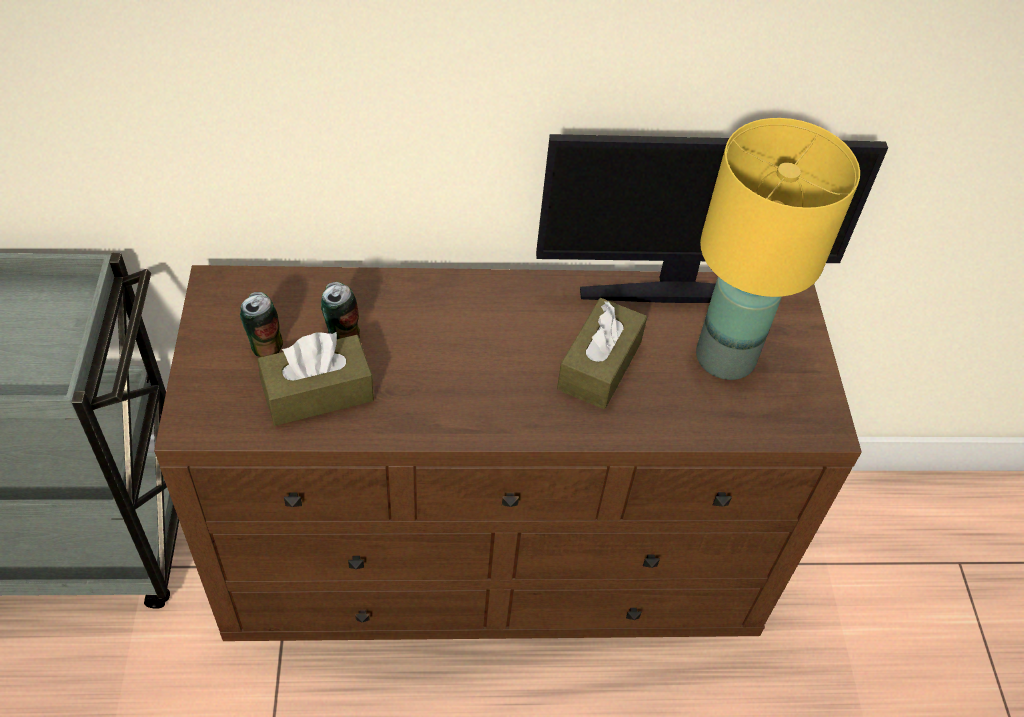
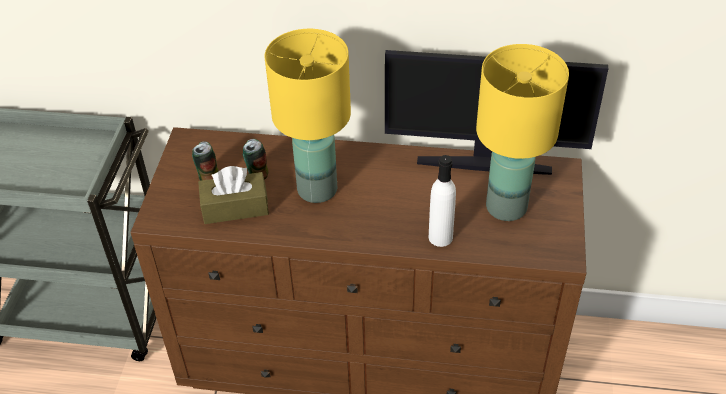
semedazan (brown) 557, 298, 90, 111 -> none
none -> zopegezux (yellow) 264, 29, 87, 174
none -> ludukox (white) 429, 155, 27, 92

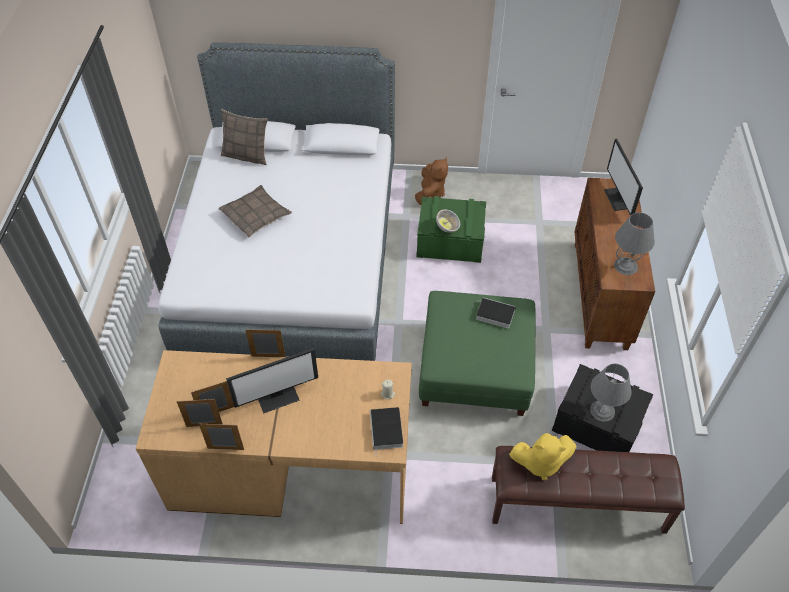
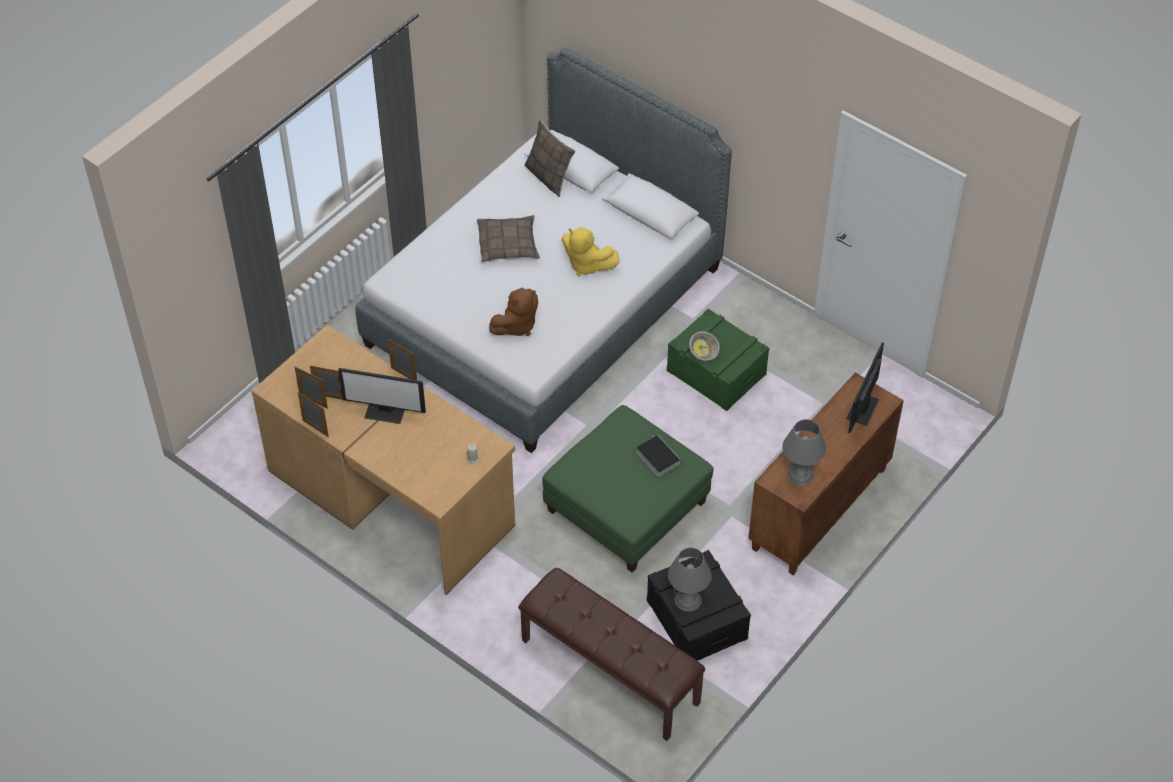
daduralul 370, 407, 33, 49 -> none
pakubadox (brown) 415, 157, 33, 48 -> pakubadox (brown) 489, 288, 49, 48, relocated
pakubadox (yellow) 509, 433, 68, 47 -> pakubadox (yellow) 562, 227, 57, 49, relocated

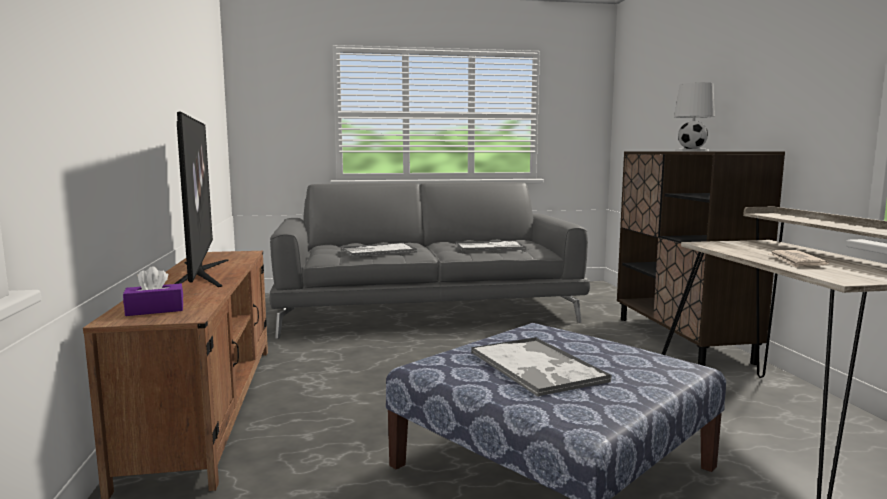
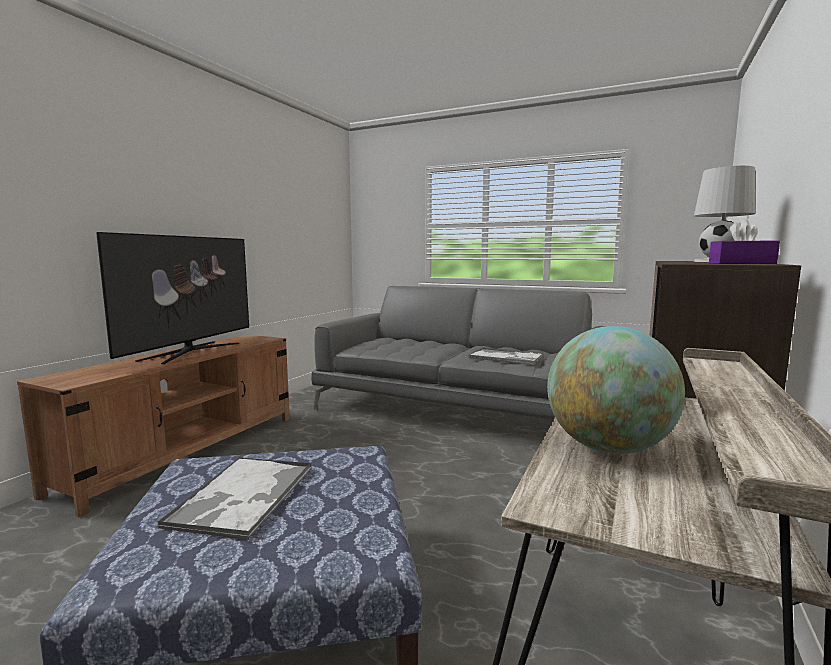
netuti 341, 243, 76, 14 -> none
semedazan (purple) 123, 266, 60, 50 -> semedazan (purple) 709, 219, 71, 45, relocated
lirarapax 768, 250, 61, 17 -> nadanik 547, 326, 138, 128

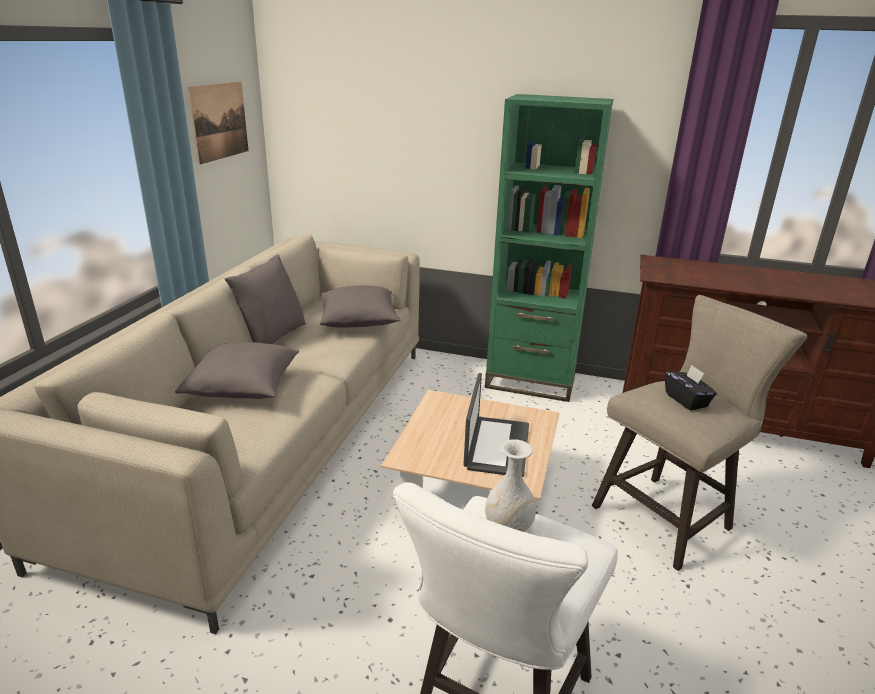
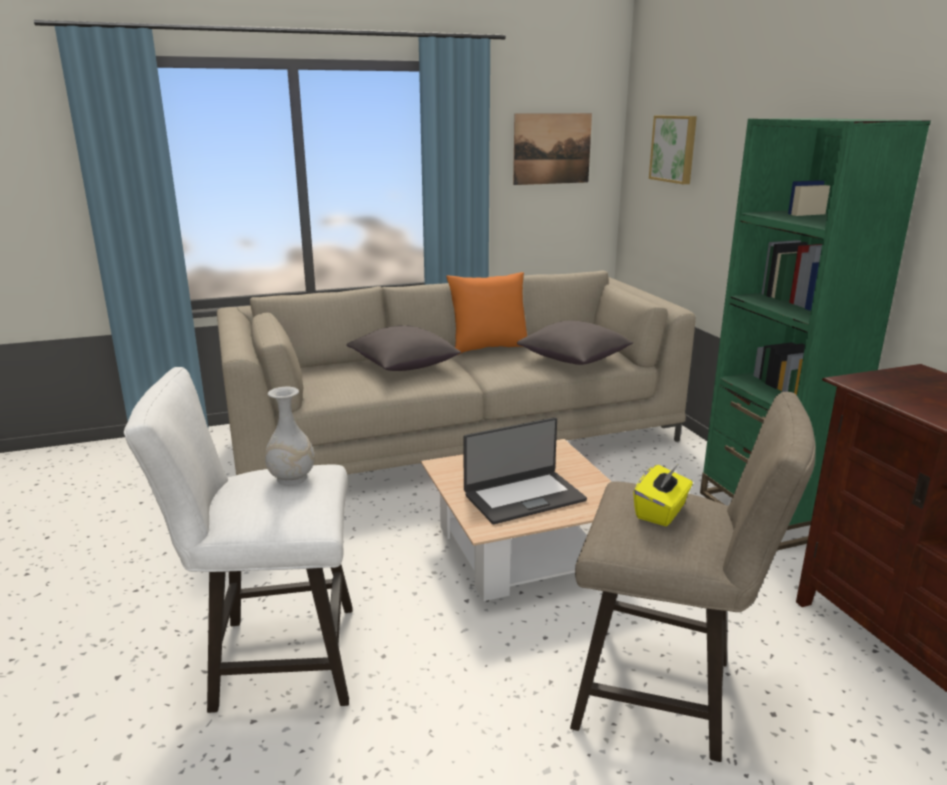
none -> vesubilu 649, 116, 48, 68
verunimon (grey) 225, 254, 81, 90 -> verunimon (orange) 446, 272, 81, 83
semedazan (black) 665, 365, 52, 45 -> semedazan (yellow) 633, 465, 60, 61

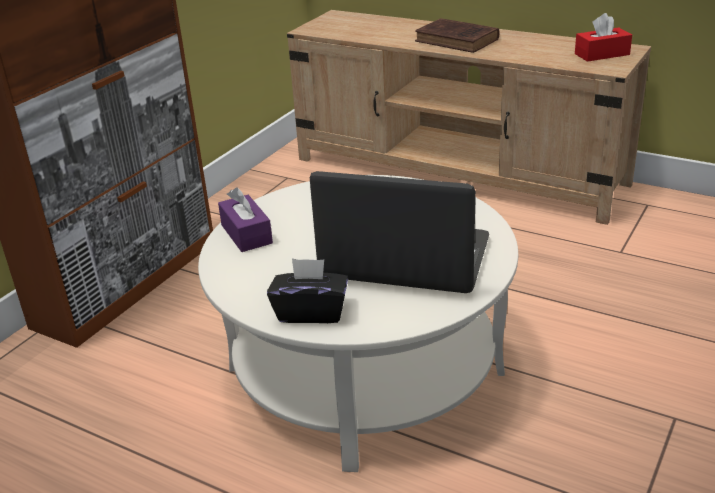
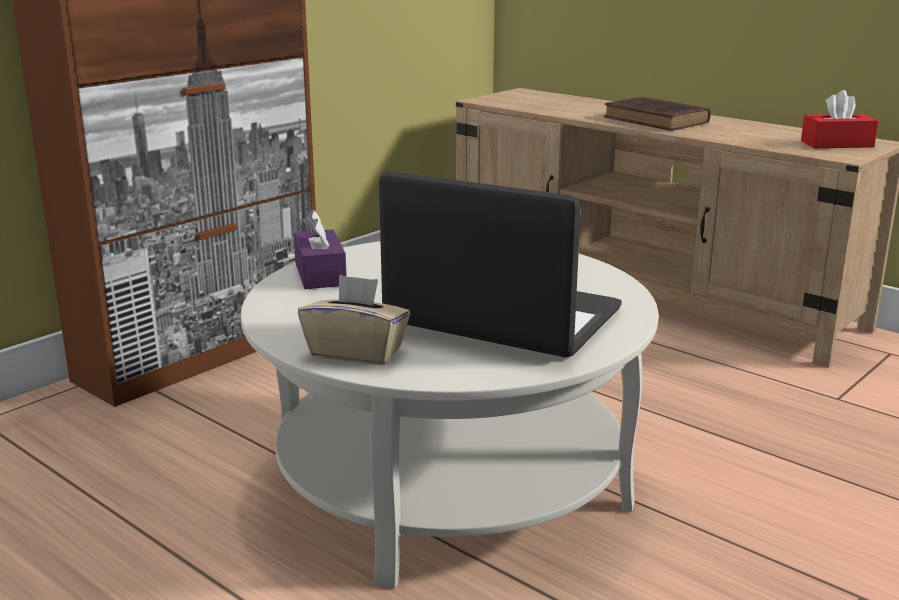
semedazan (black) 267, 258, 81, 65 -> semedazan (beige) 298, 274, 113, 91

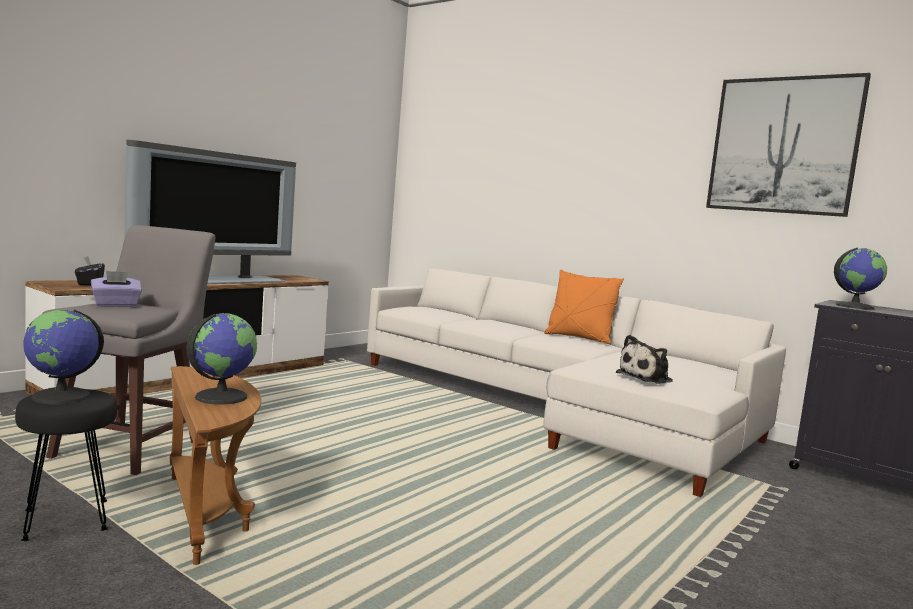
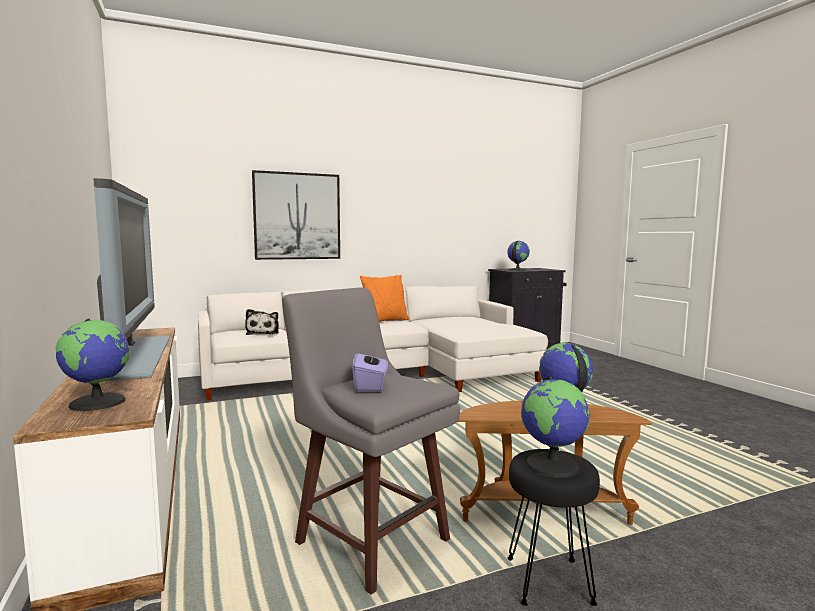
pakubadox 616, 335, 57, 49 -> pakubadox 245, 309, 34, 26, relocated
vesubilu 706, 73, 165, 144 -> vesubilu 252, 170, 88, 90, relocated
semedazan (black) 75, 256, 30, 29 -> nadanik 56, 319, 74, 92

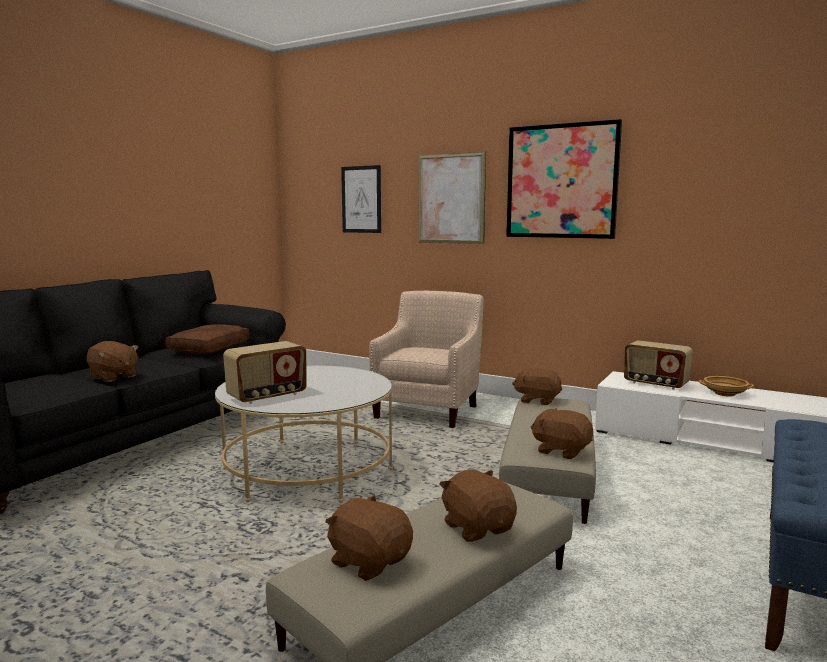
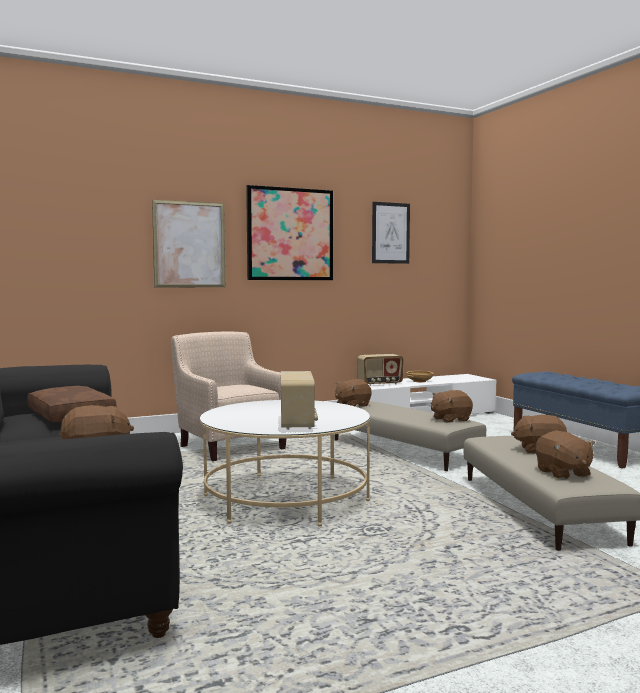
vesubilu 341, 165, 40, 68 -> vesubilu 372, 202, 38, 62, relocated
pakubadox (brown) 325, 495, 88, 86 -> pakubadox (brown) 535, 430, 60, 49, 90 degrees counterclockwise

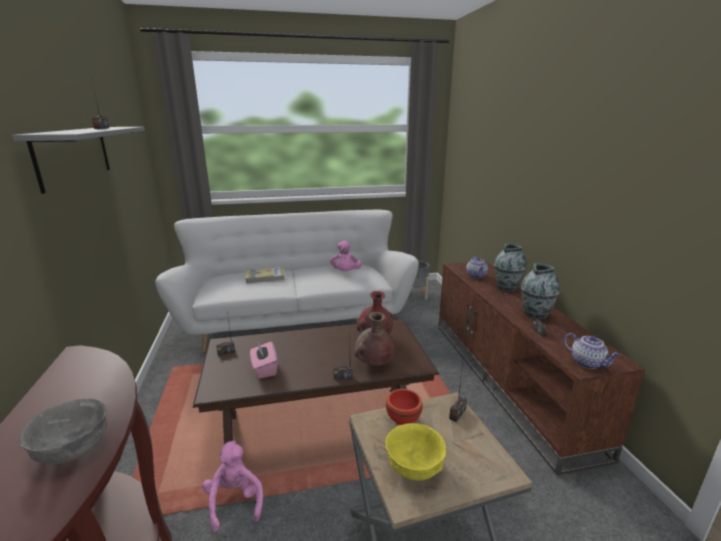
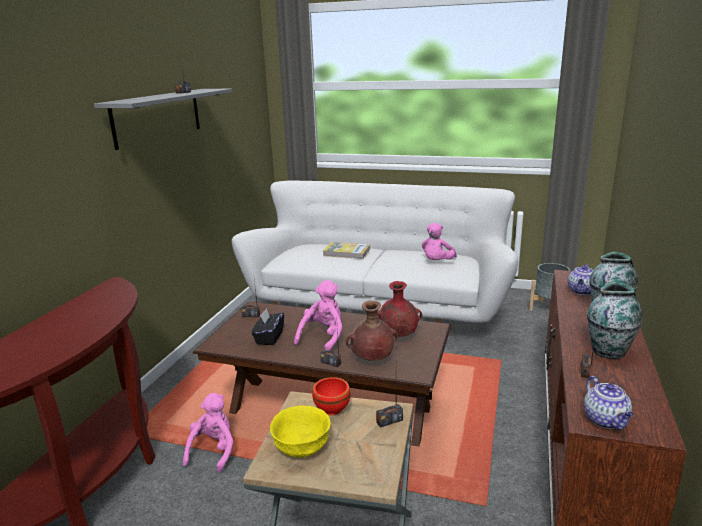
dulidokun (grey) 19, 399, 88, 65 -> none
none -> pakubadox (pink) 294, 280, 49, 71
semedazan (pink) 250, 342, 27, 37 -> semedazan (black) 251, 308, 33, 37

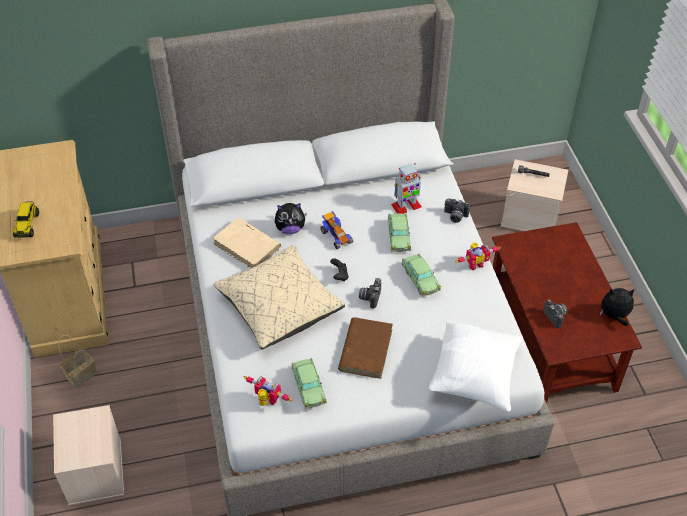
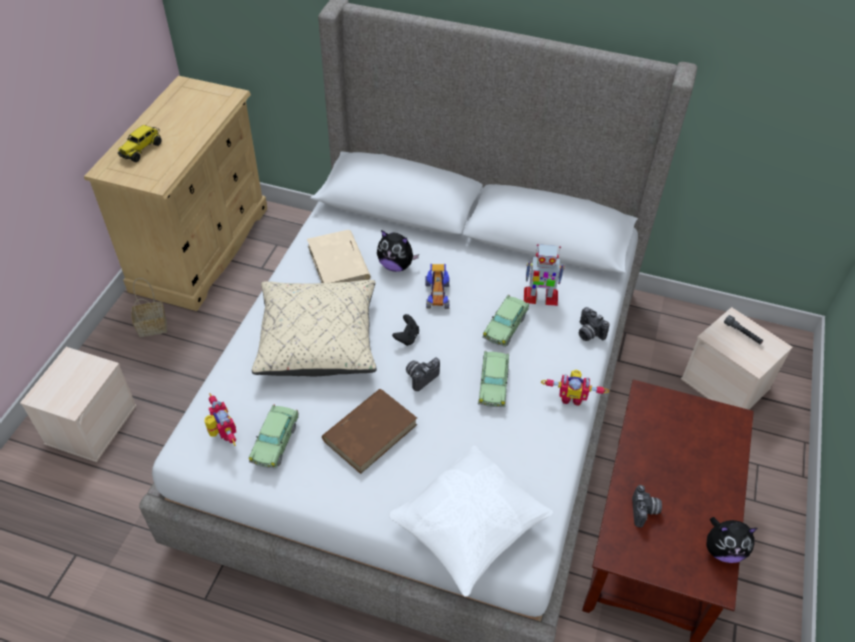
pakubadox 600, 288, 34, 38 -> pakubadox 706, 517, 52, 46, 150 degrees clockwise

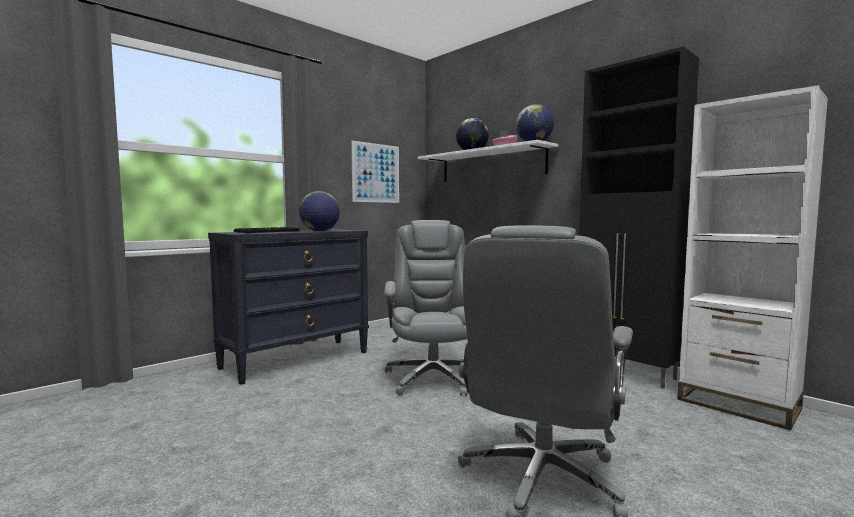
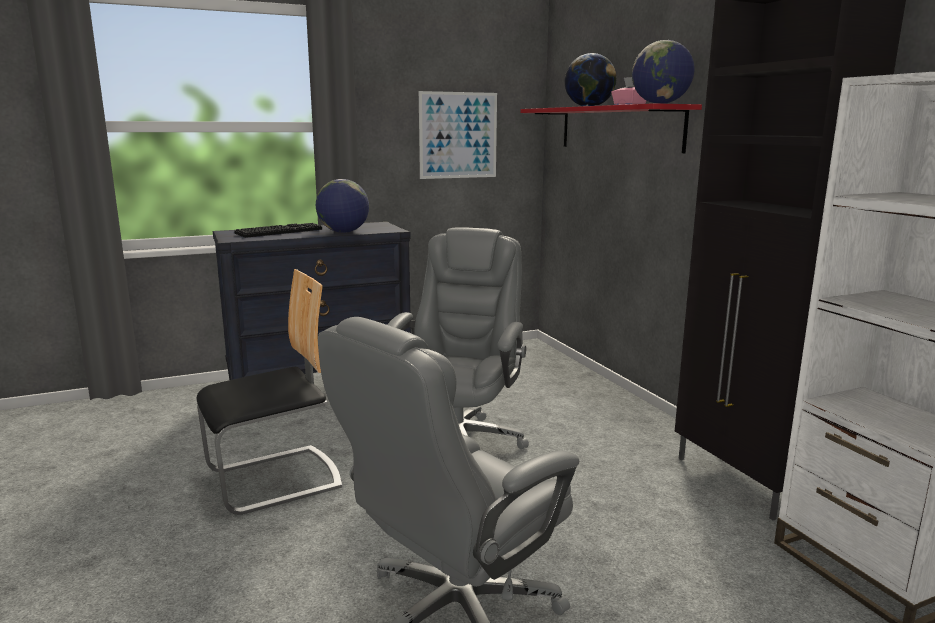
none -> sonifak 196, 269, 146, 246
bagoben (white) 418, 140, 140, 42 -> bagoben (red) 520, 103, 182, 50

